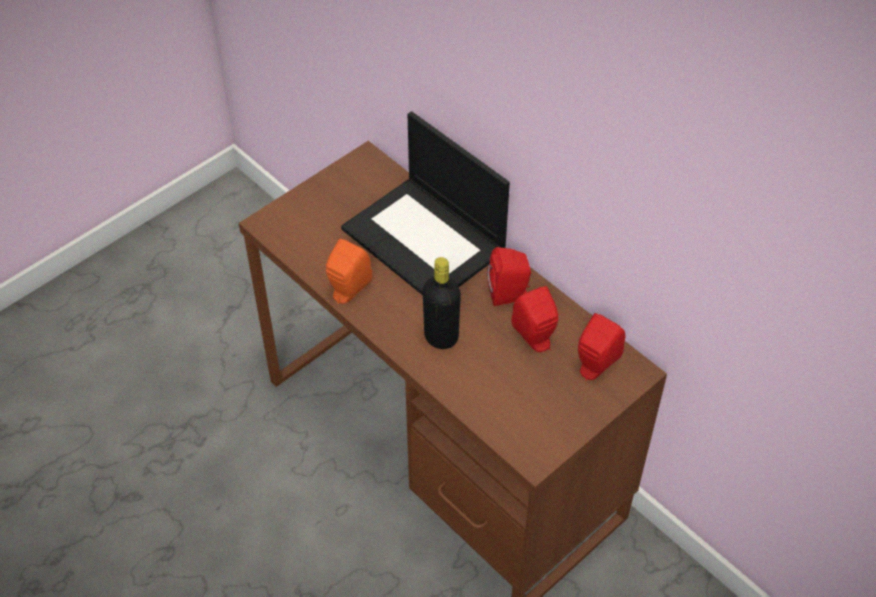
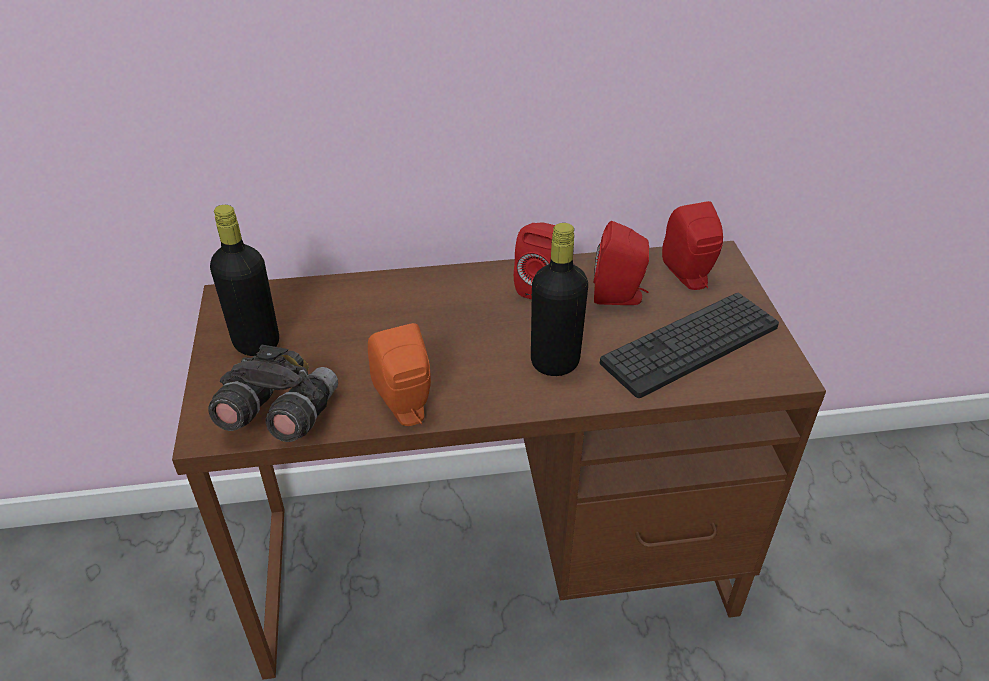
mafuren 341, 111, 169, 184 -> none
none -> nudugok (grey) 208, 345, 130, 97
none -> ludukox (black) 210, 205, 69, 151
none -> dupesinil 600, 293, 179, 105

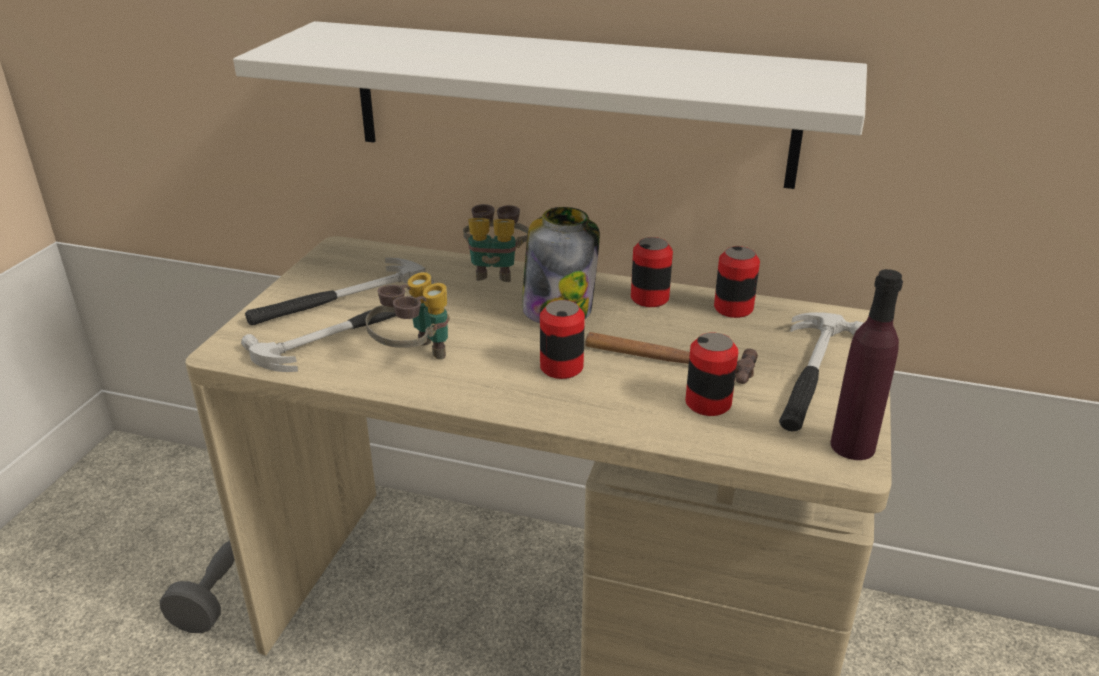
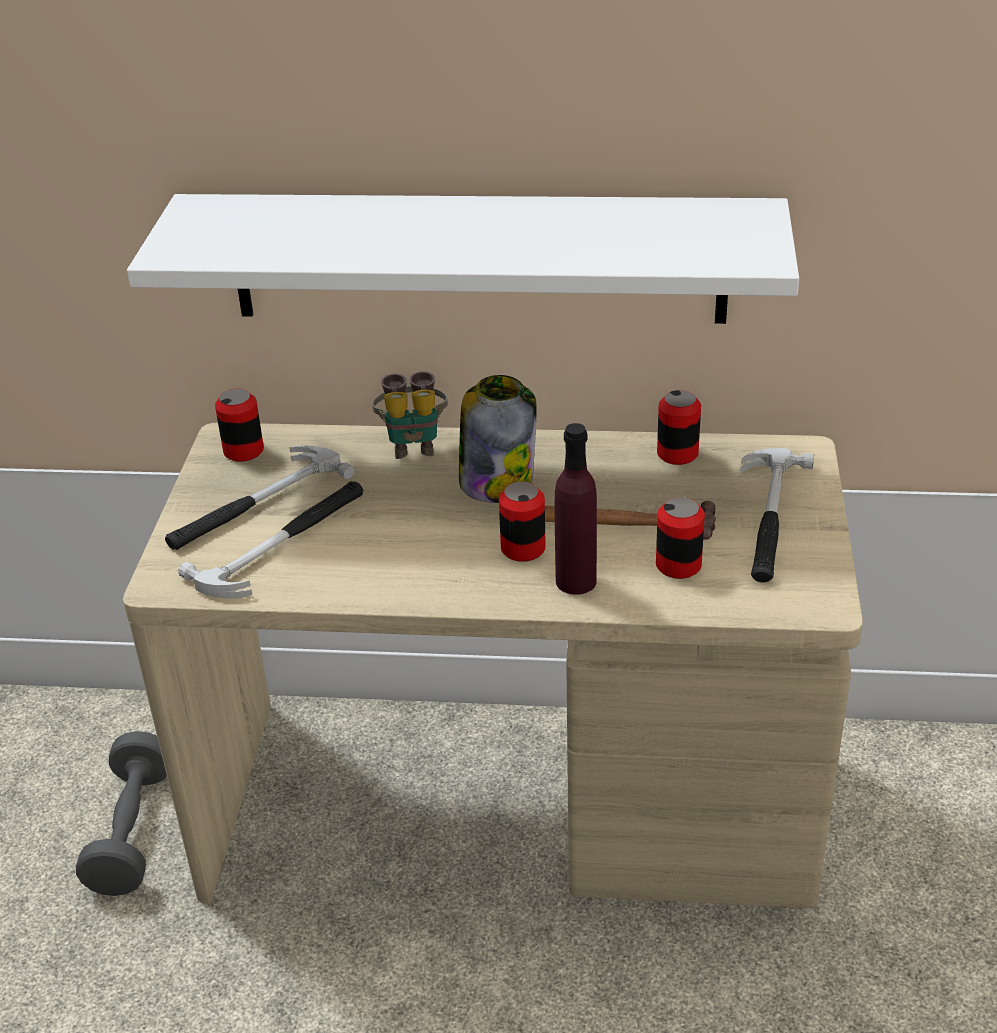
nudugok 366, 272, 83, 88 -> none
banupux 631, 237, 42, 70 -> banupux 215, 389, 49, 73, relocated
ludukox (purple) 830, 269, 73, 191 -> ludukox (purple) 555, 423, 42, 172, relocated

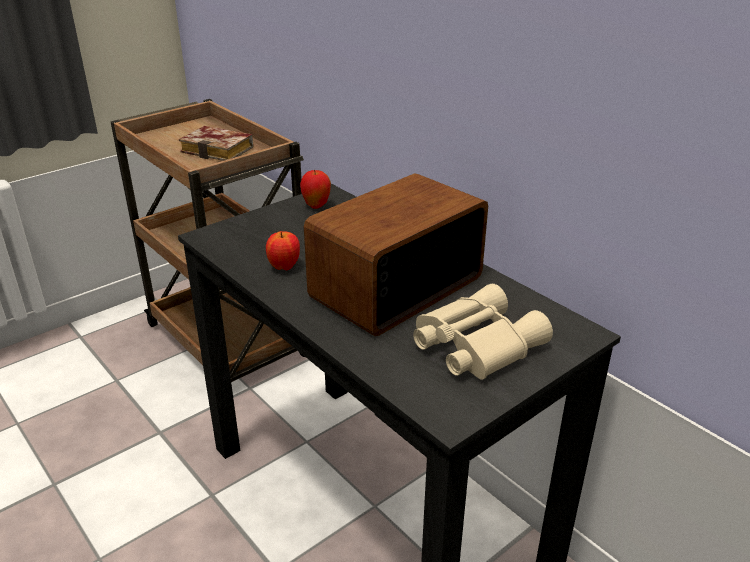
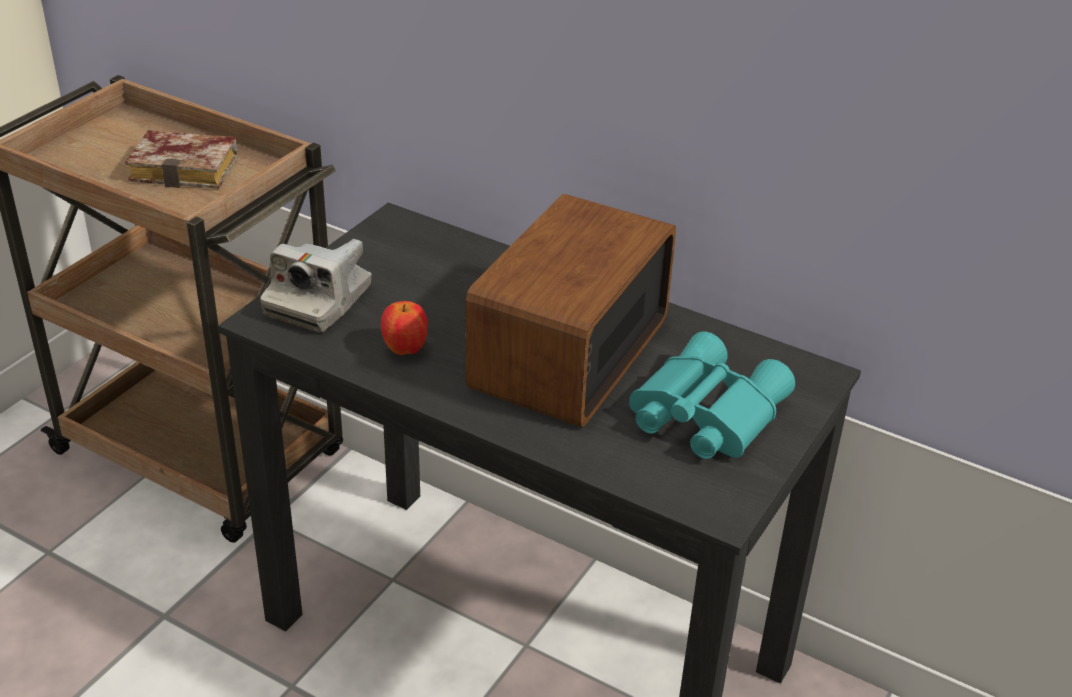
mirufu 300, 170, 31, 39 -> none
none -> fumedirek 260, 239, 111, 93
nudugok (beige) 413, 284, 140, 96 -> nudugok (turquoise) 629, 331, 166, 128

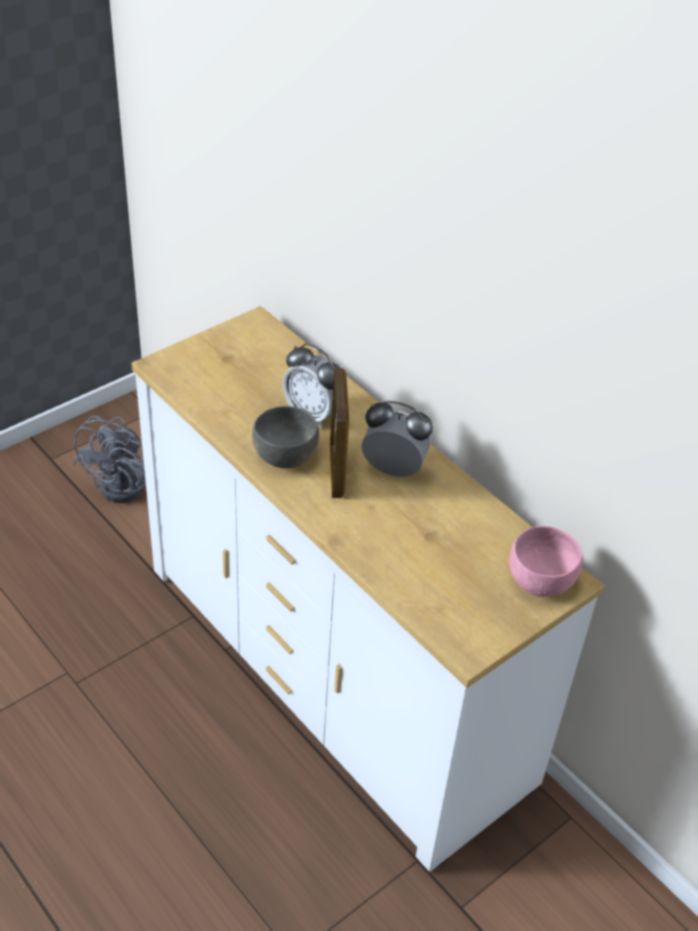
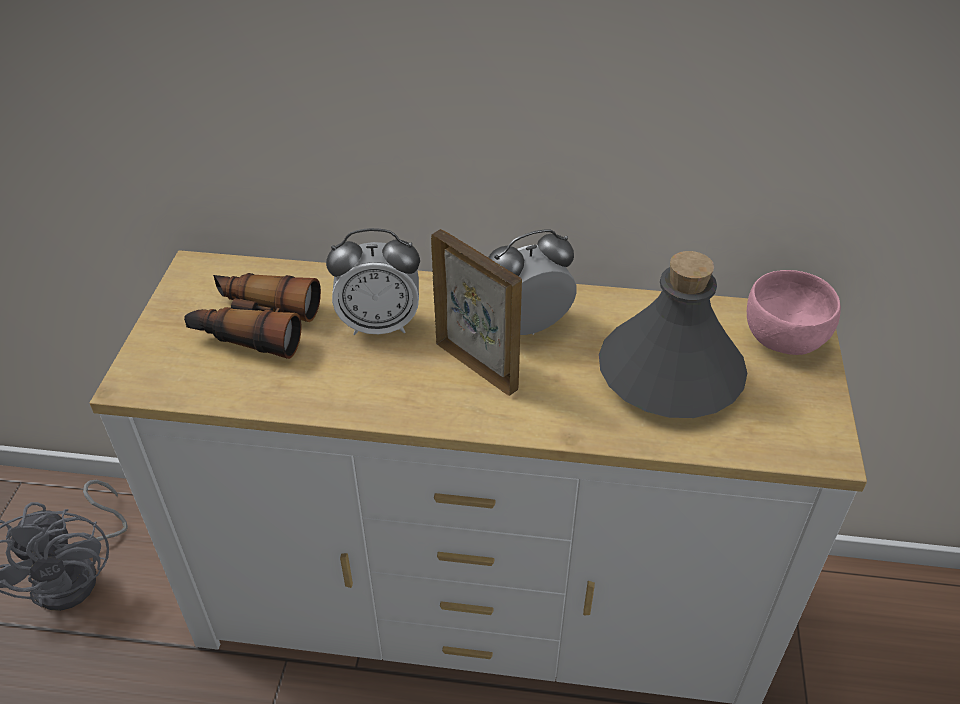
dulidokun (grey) 252, 406, 67, 62 -> none
none -> nudugok 184, 273, 137, 86
none -> ludukox (grey) 599, 251, 148, 167

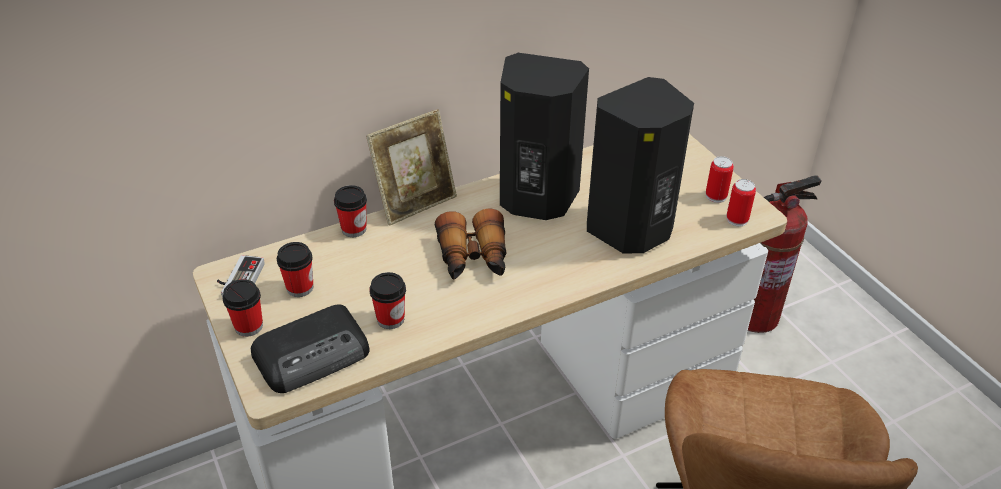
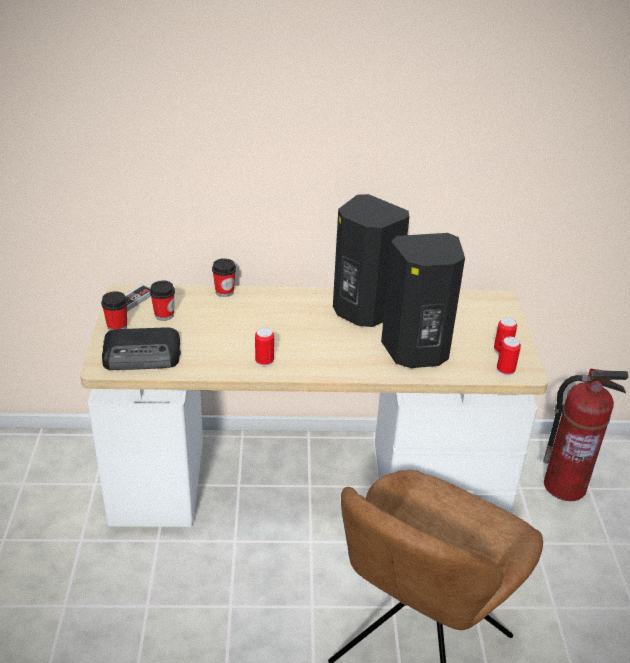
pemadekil 366, 109, 91, 117 -> none
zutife 369, 272, 37, 57 -> none
nudugok 435, 209, 72, 70 -> none
none -> banupux 255, 327, 19, 40

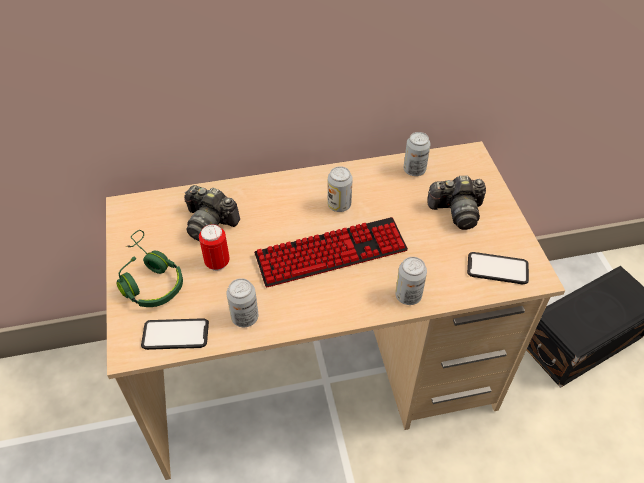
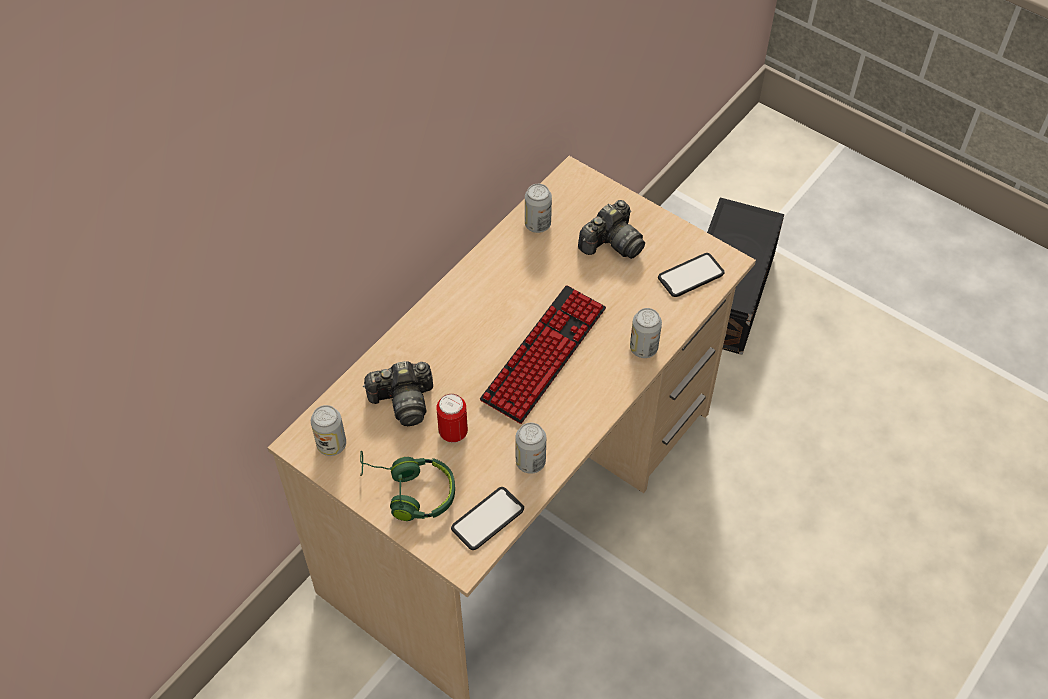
banupux 327, 166, 26, 46 -> banupux 311, 405, 35, 51, relocated

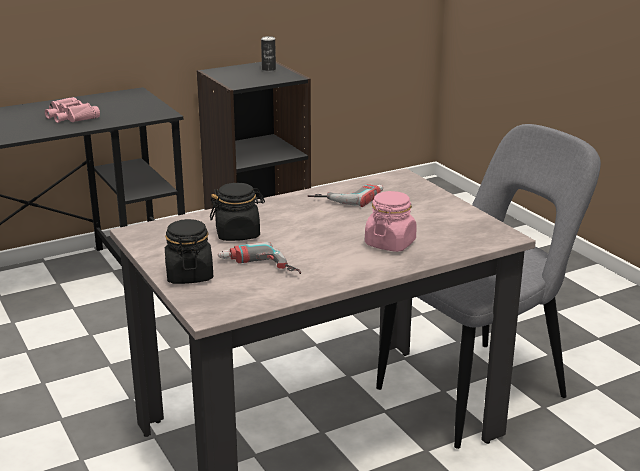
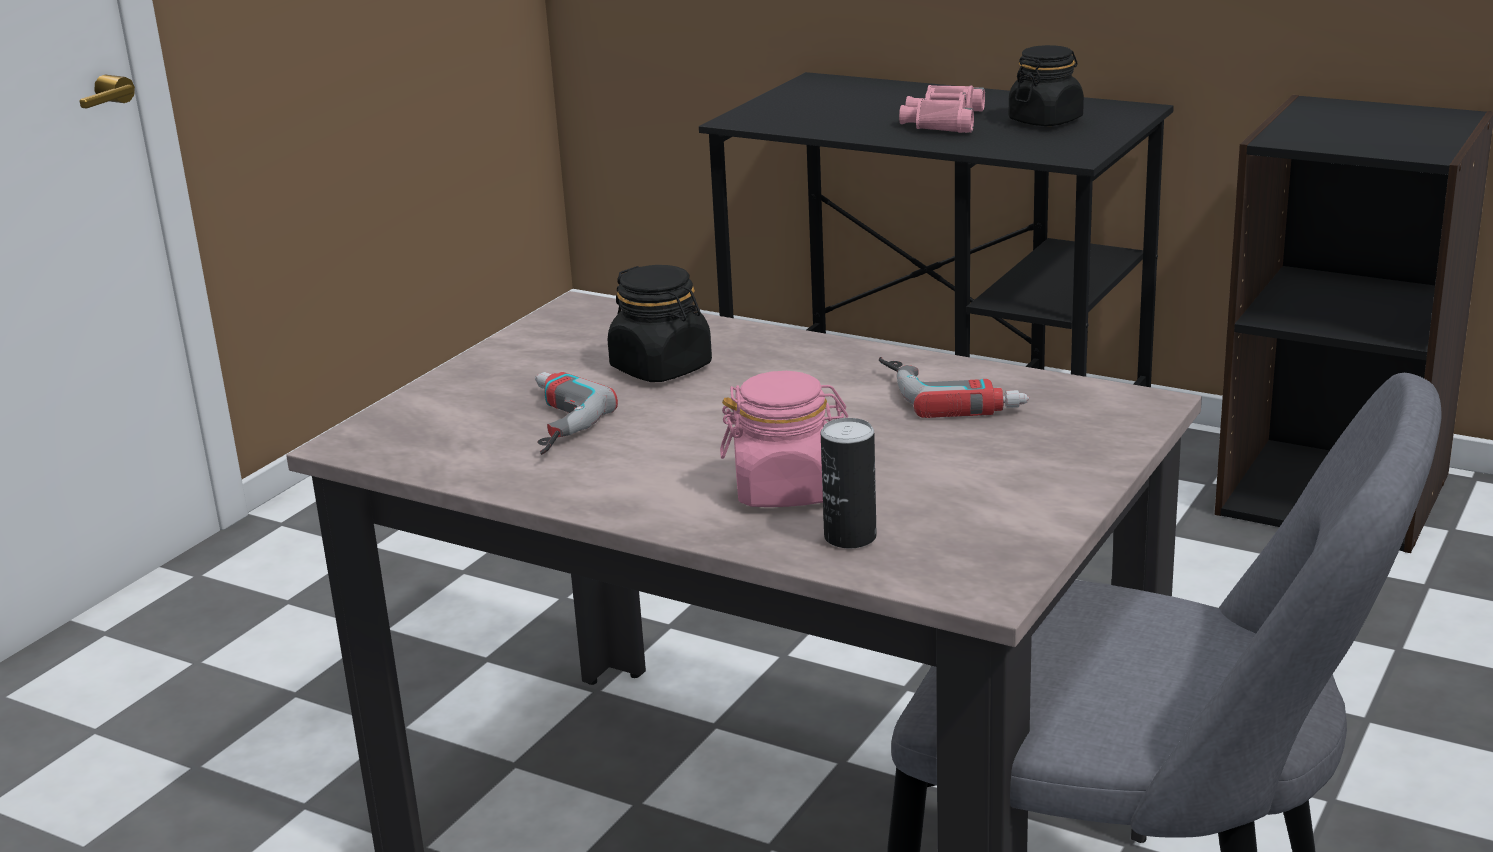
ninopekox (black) 165, 219, 48, 65 -> ninopekox (black) 1009, 45, 75, 81, relocated
banupux 261, 36, 15, 35 -> banupux 821, 418, 56, 130, relocated

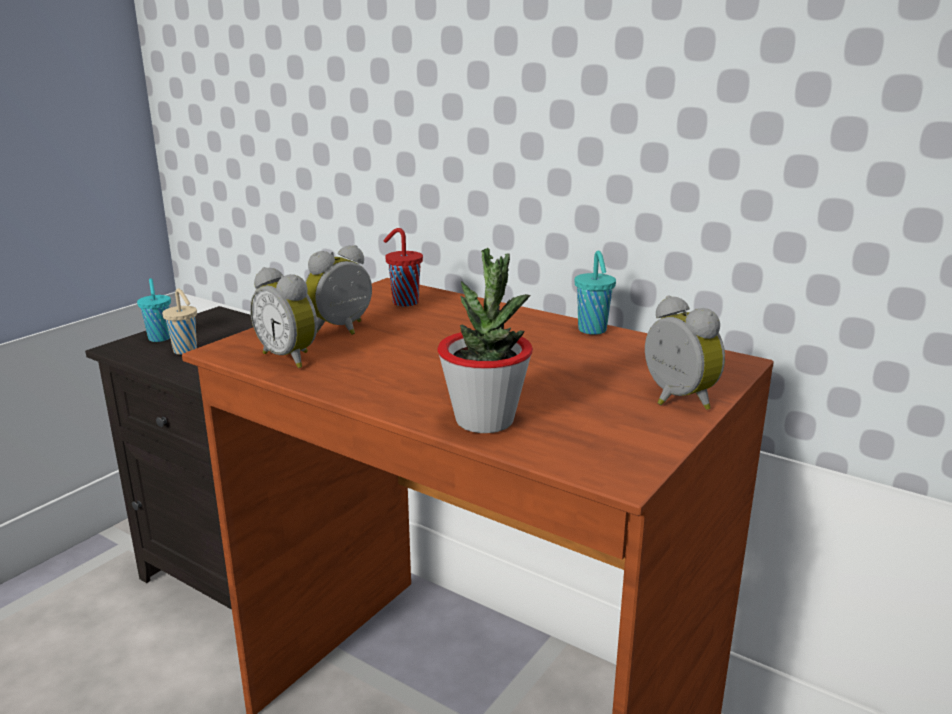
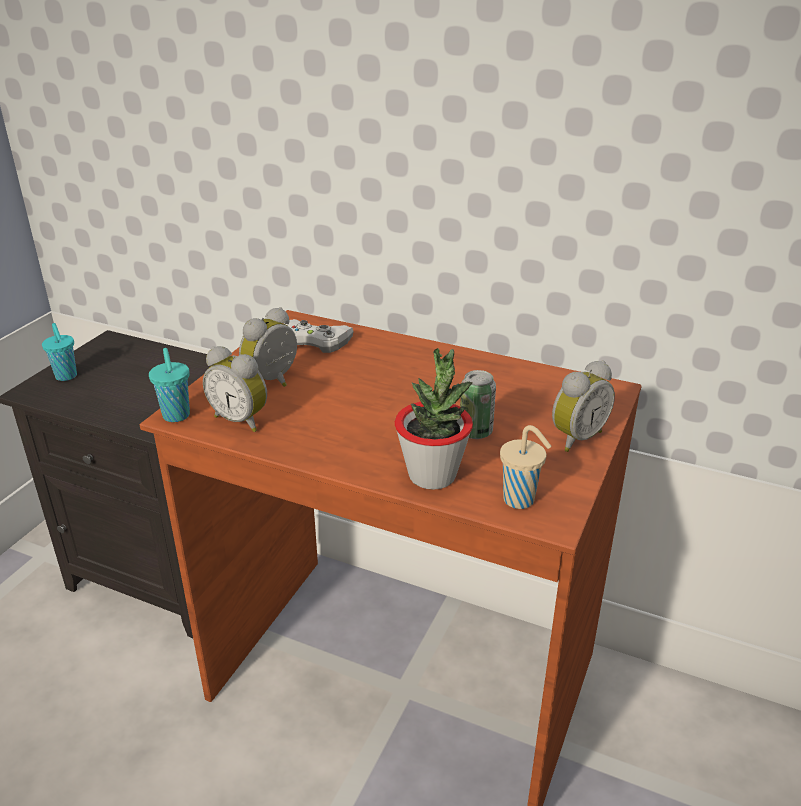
none -> banupux 460, 370, 36, 69
zutife (beige) 162, 289, 35, 66 -> zutife (beige) 500, 425, 51, 84, relocated
zutife (turquoise) 575, 251, 41, 84 -> zutife (turquoise) 149, 348, 41, 74, relocated
zutife (red) 383, 228, 40, 78 -> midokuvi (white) 285, 319, 69, 34
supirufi 645, 296, 80, 114 -> supirufi 552, 360, 63, 92, 90 degrees clockwise

